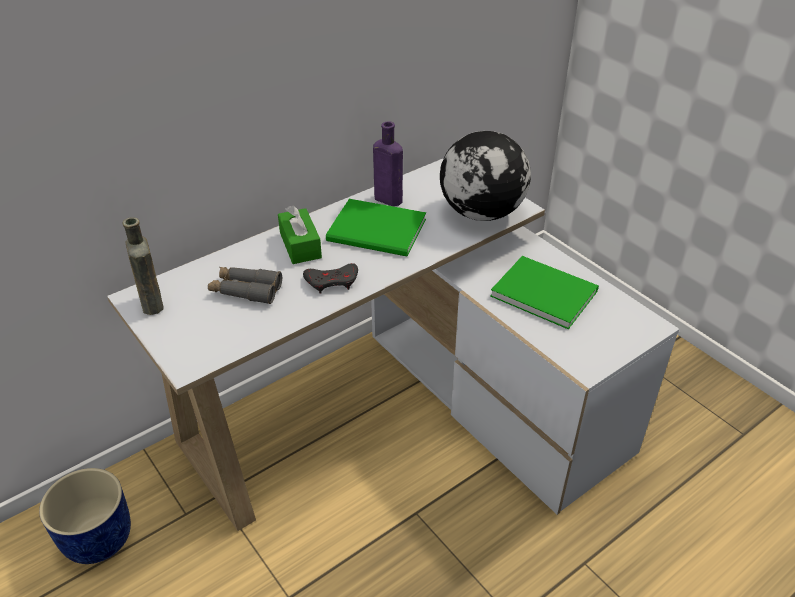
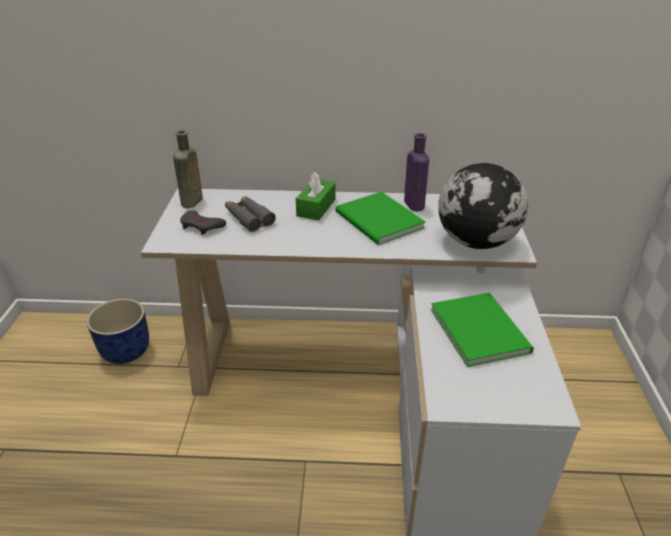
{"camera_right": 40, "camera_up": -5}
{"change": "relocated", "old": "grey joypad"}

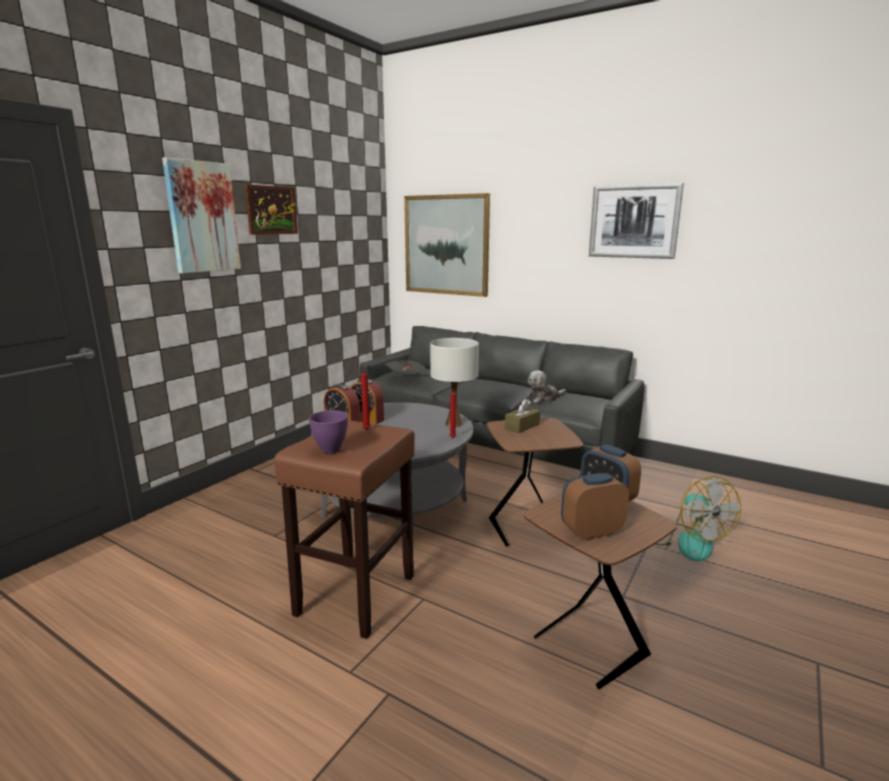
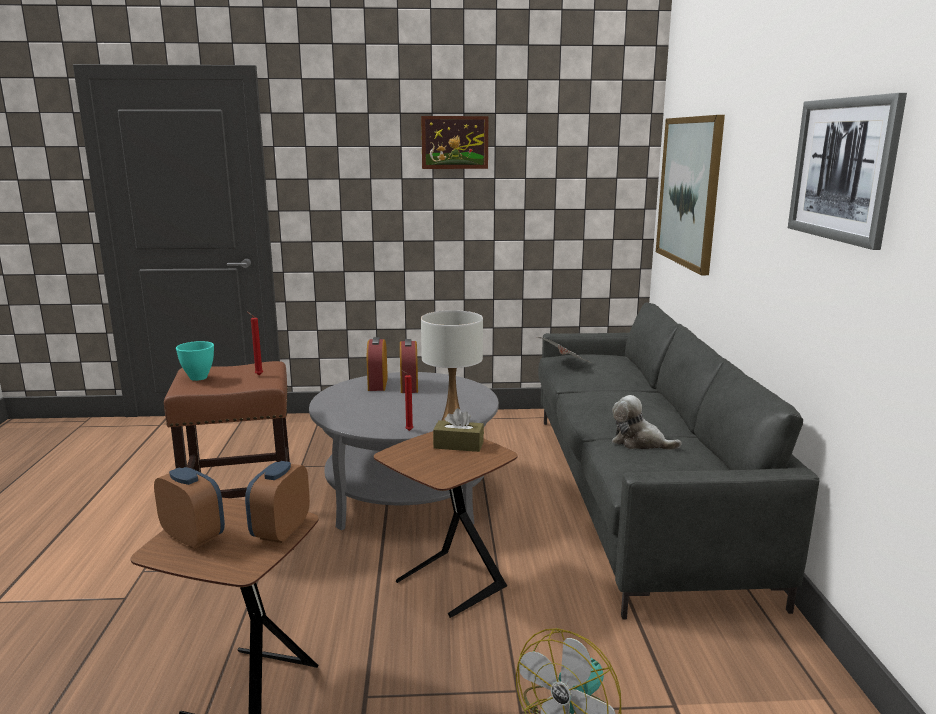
{"camera_right": 55, "camera_up": 0}
{"change": "missing", "old": "wall art (no. 1 from left)"}
{"change": "colour", "old": "purple-coloured serving bowl", "new": "blue-green serving bowl"}

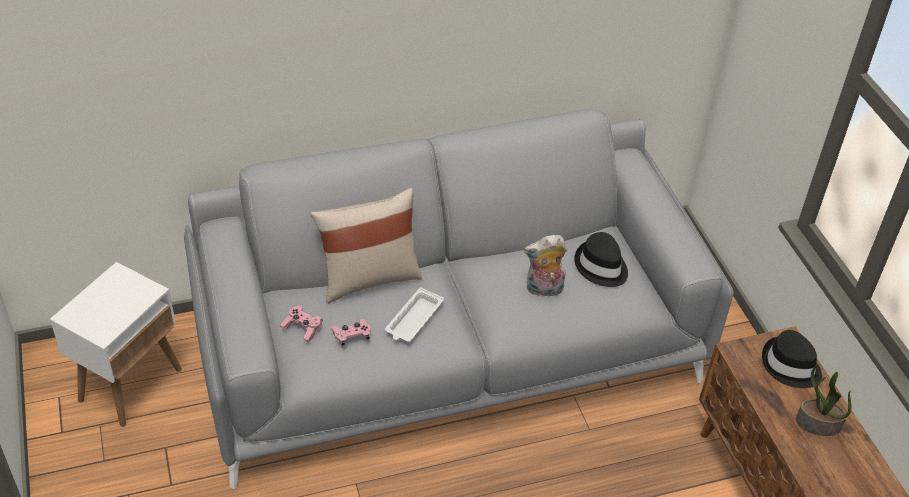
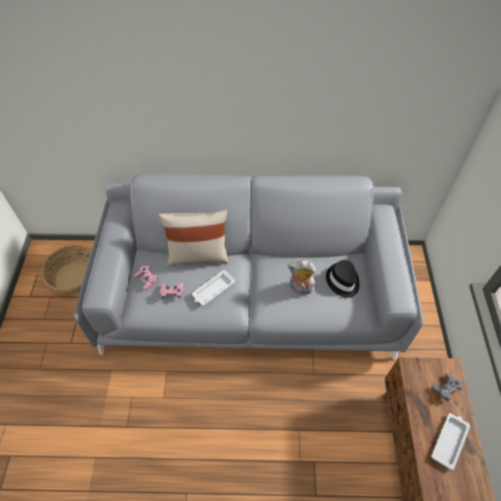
{"camera_right": 20, "camera_up": 10}
{"change": "exchanged", "old": "white side table", "new": "storage basket"}
{"change": "exchanged", "old": "black hat (no. 2 from left)", "new": "grey joypad"}
{"change": "exchanged", "old": "potted plant", "new": "white carrying tray (no. 2 from left)"}

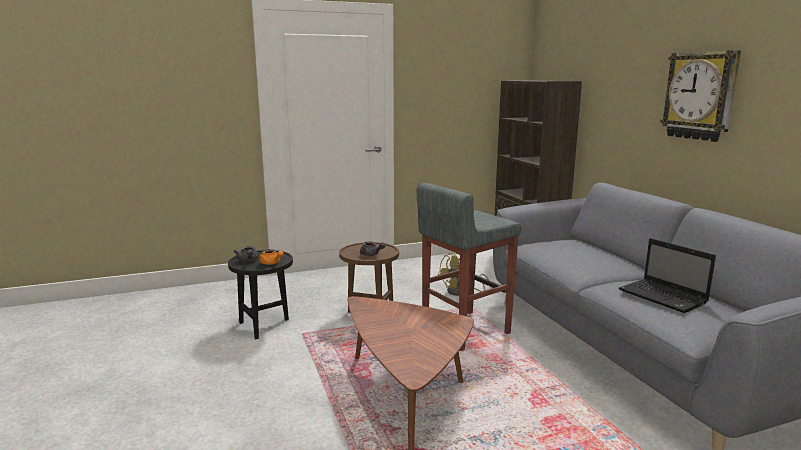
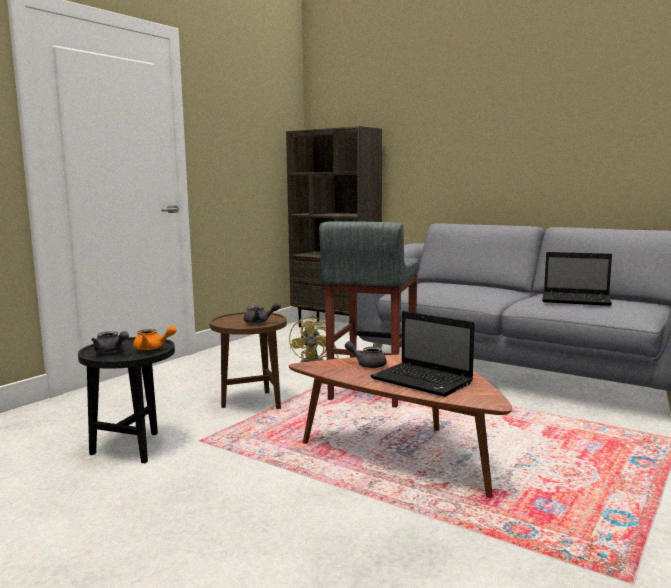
{"camera_right": -35, "camera_up": -5}
{"change": "missing", "old": "hanging clock"}
{"change": "appeared", "new": "notebook computer (no. 1 from left)"}
{"change": "appeared", "new": "grey tea pot (no. 3 from left)"}

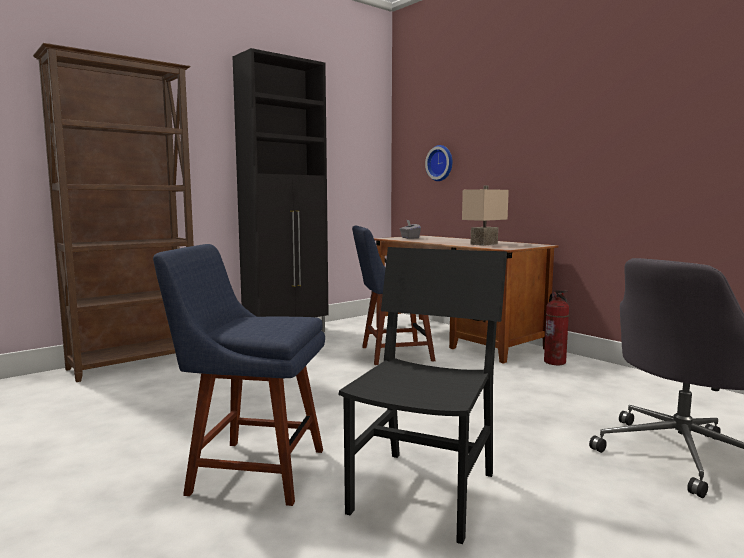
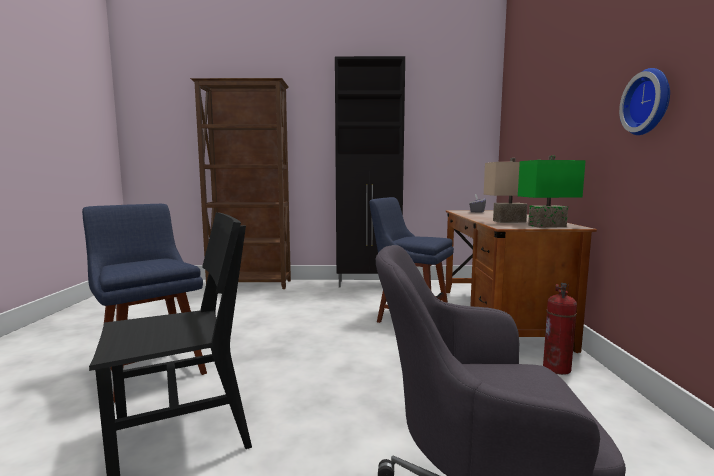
{"camera_right": 40, "camera_up": 0}
{"change": "relocated", "old": "hanging clock"}
{"change": "appeared", "new": "greenish lamp for a table"}

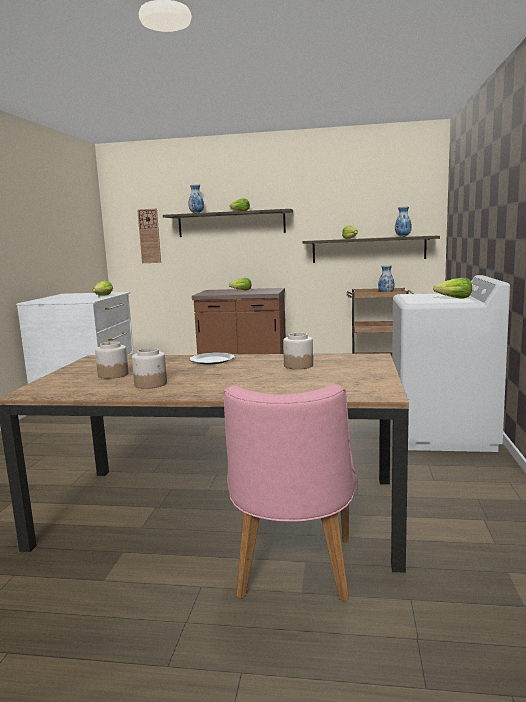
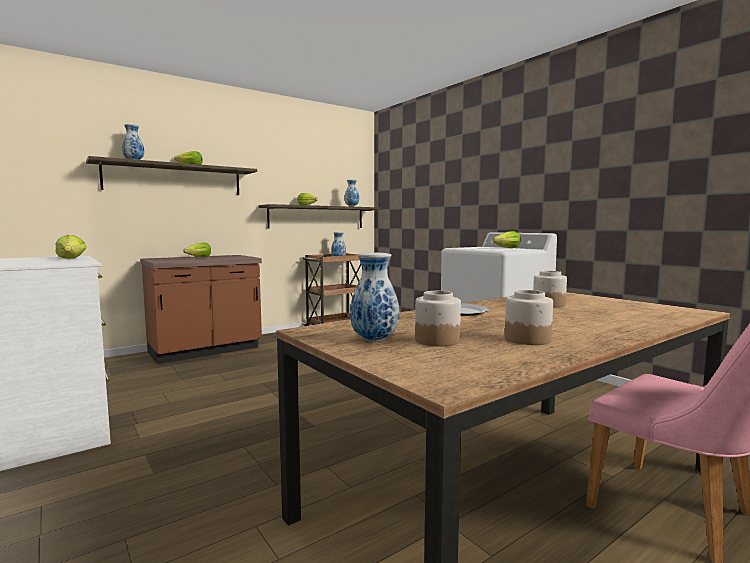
{"camera_right": -45, "camera_up": -5}
{"change": "missing", "old": "hanging clock"}
{"change": "appeared", "new": "decorative vase (no. 4 from left)"}

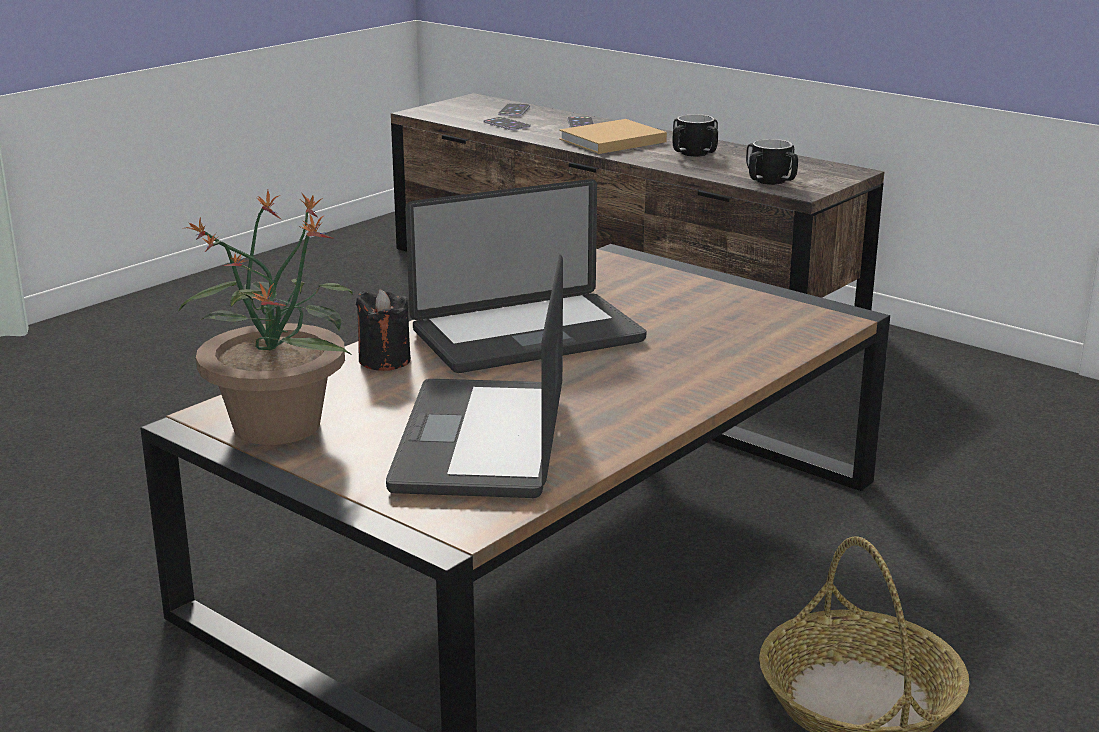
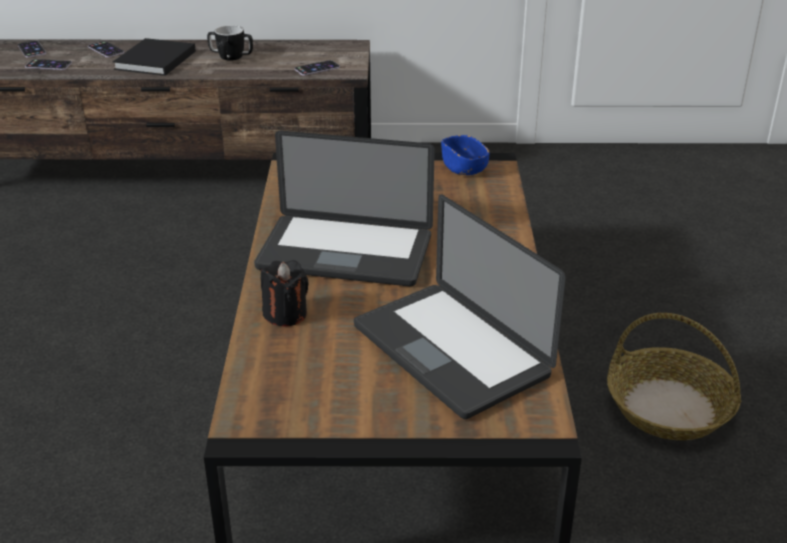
{"camera_right": -40, "camera_up": 10}
{"change": "colour", "old": "beige bound book", "new": "black bound book"}
{"change": "exchanged", "old": "tea mug (no. 2 from left)", "new": "phone (no. 4 from left)"}
{"change": "spun", "old": "notebook computer (no. 2 from left in the first image)", "degrees": 75}
{"change": "missing", "old": "potted plant"}
{"change": "appeared", "new": "blue serving bowl"}

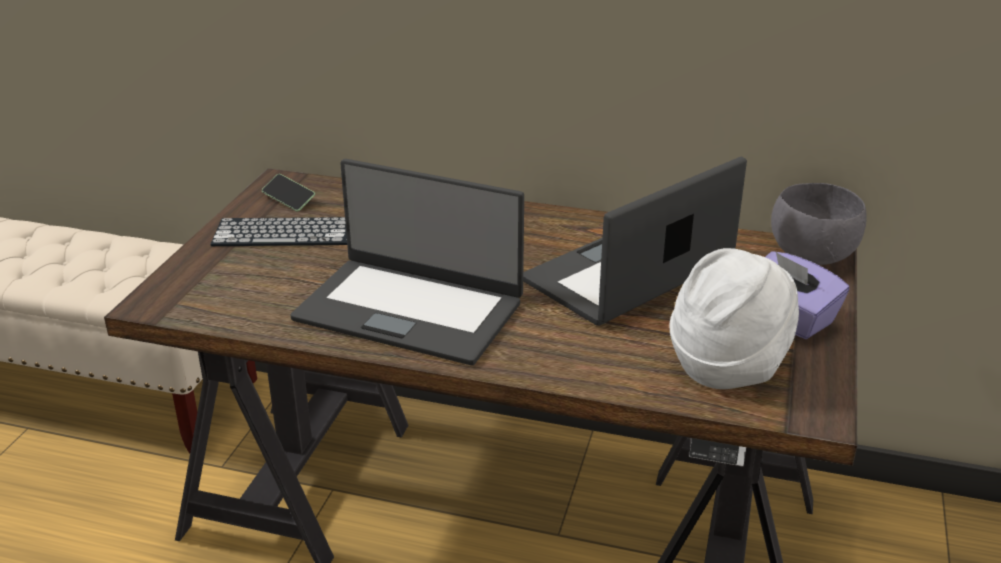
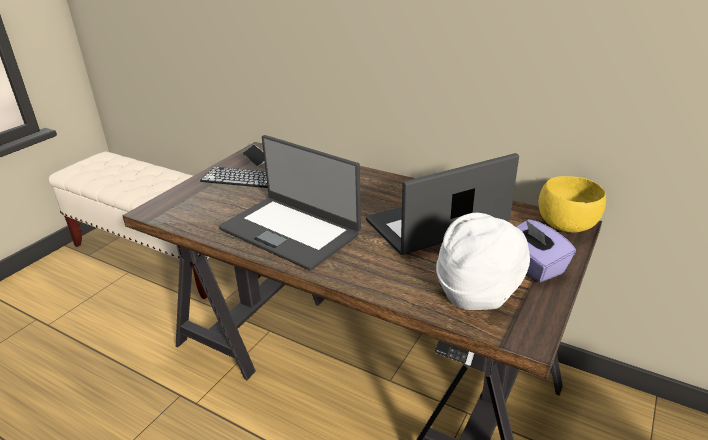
{"camera_right": 15, "camera_up": 0}
{"change": "colour", "old": "grey serving bowl", "new": "yellow-coloured serving bowl"}

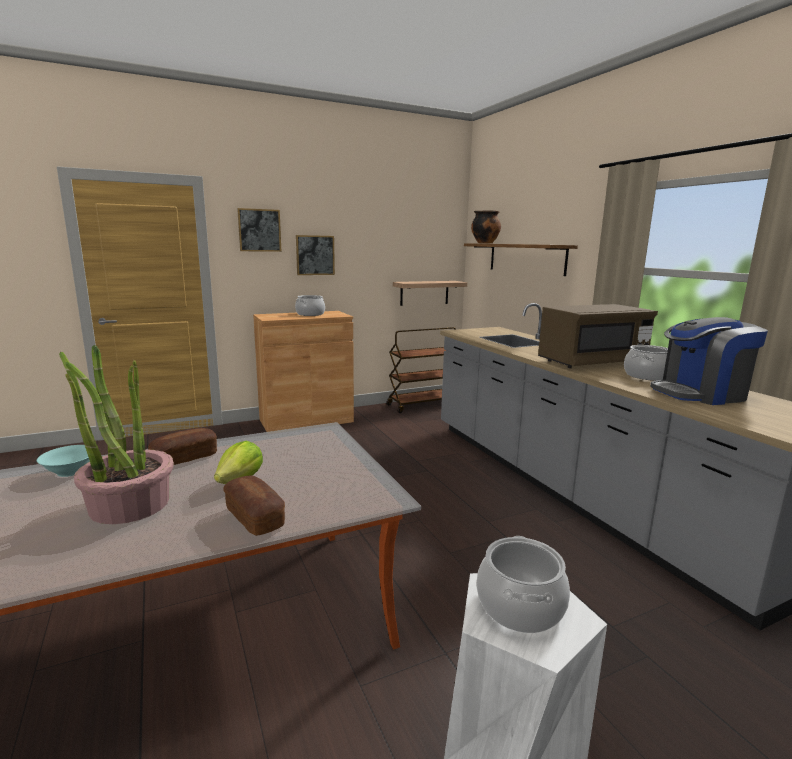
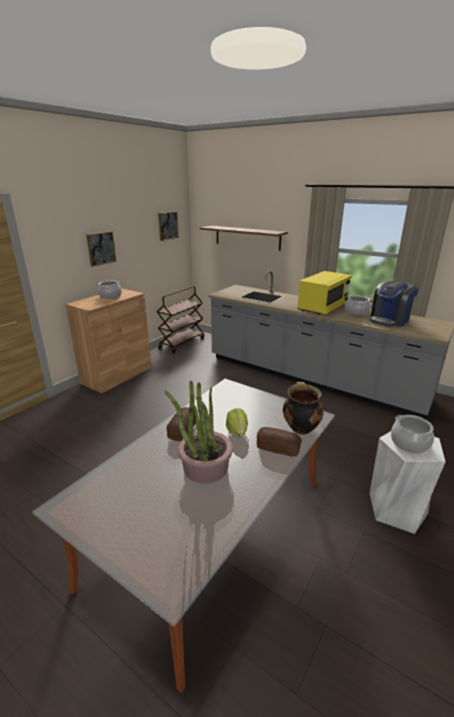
{"camera_right": -30, "camera_up": 10}
{"change": "relocated", "old": "wall art (no. 1 from left in the first image)", "new": "wall art (no. 2 from left)"}
{"change": "relocated", "old": "saucepot (no. 2 from left)"}
{"change": "missing", "old": "shelf (no. 1 from left)"}
{"change": "colour", "old": "brown microwave", "new": "yellow-coloured microwave"}
{"change": "missing", "old": "blue-green serving bowl"}

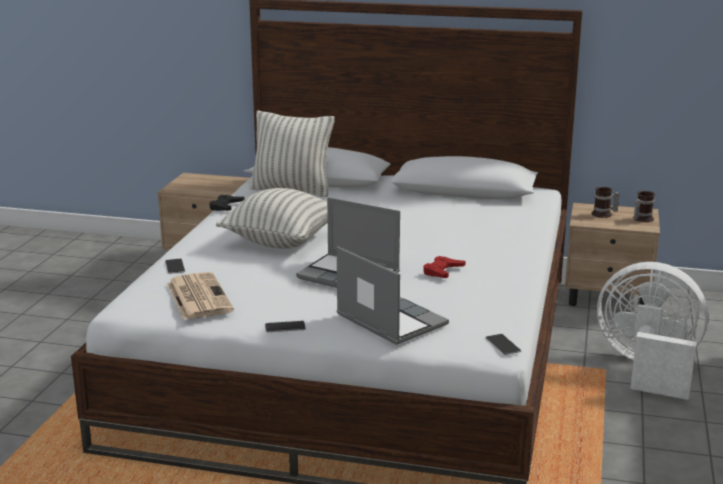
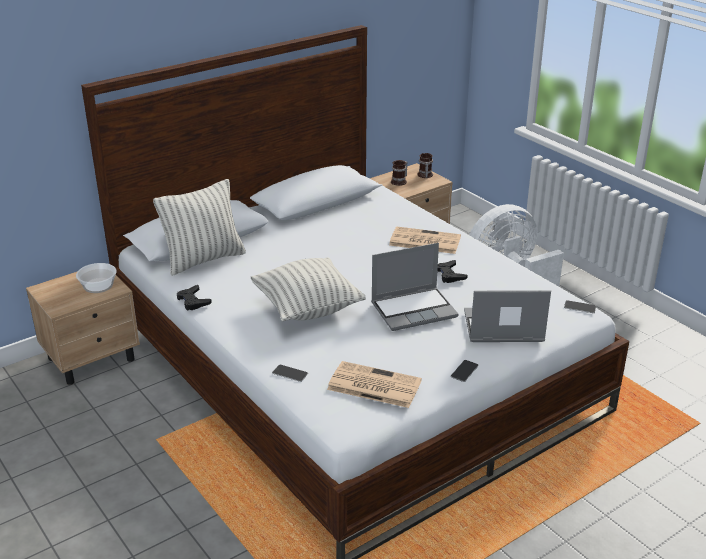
{"camera_right": -50, "camera_up": 10}
{"change": "colour", "old": "red-coloured joypad", "new": "black joypad (no. 2 from left)"}
{"change": "appeared", "new": "printed paper (no. 2 from left)"}
{"change": "appeared", "new": "serving bowl"}

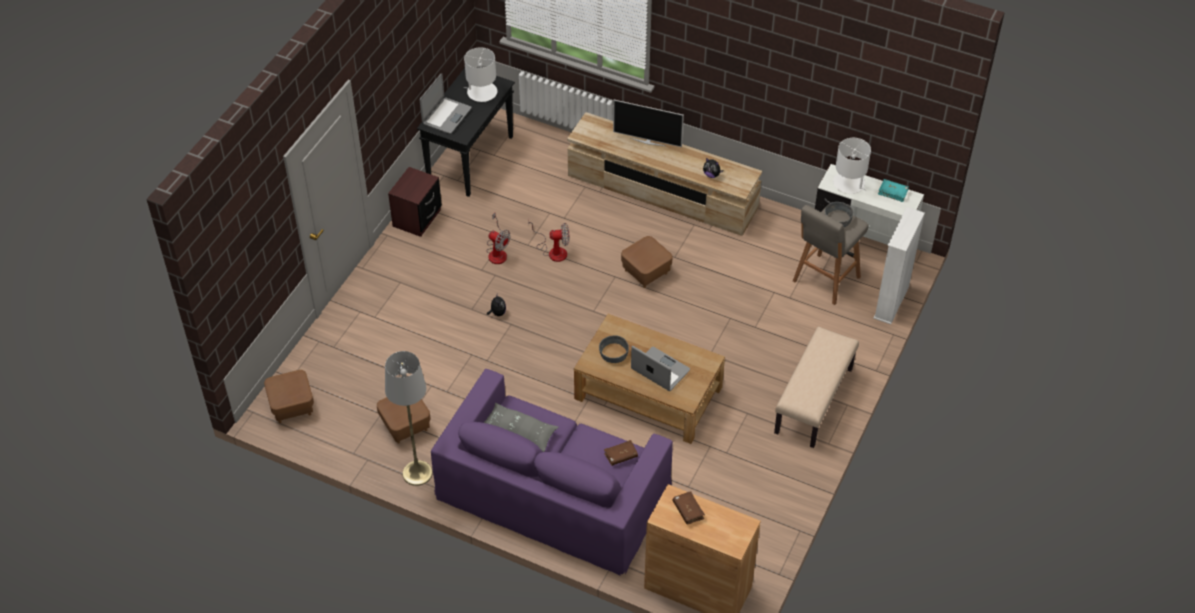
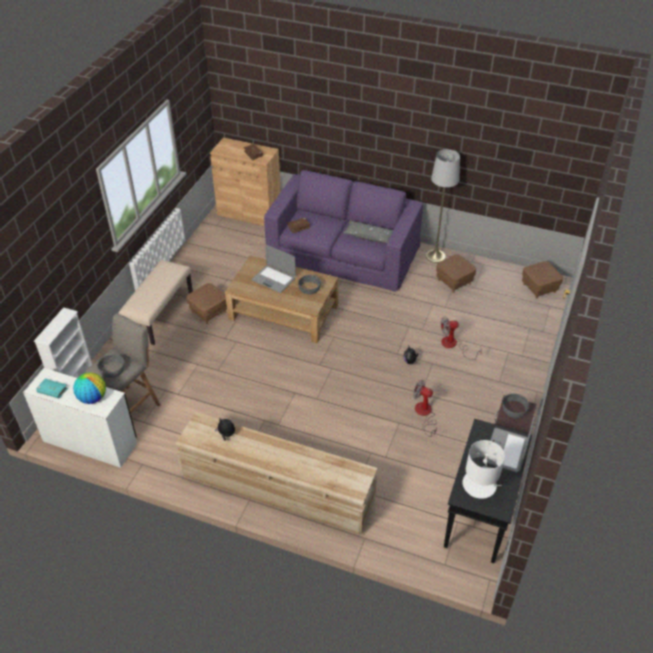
{"camera_right": 175, "camera_up": -5}
{"change": "missing", "old": "TV set"}
{"change": "exchanged", "old": "white lamp for a table (no. 2 from left)", "new": "globe"}
{"change": "relocated", "old": "fan (no. 2 from left)"}
{"change": "relocated", "old": "brown footrest (no. 3 from left in the first image)", "new": "brown footrest (no. 1 from left)"}
{"change": "appeared", "new": "grey serving bowl (no. 3 from left)"}

